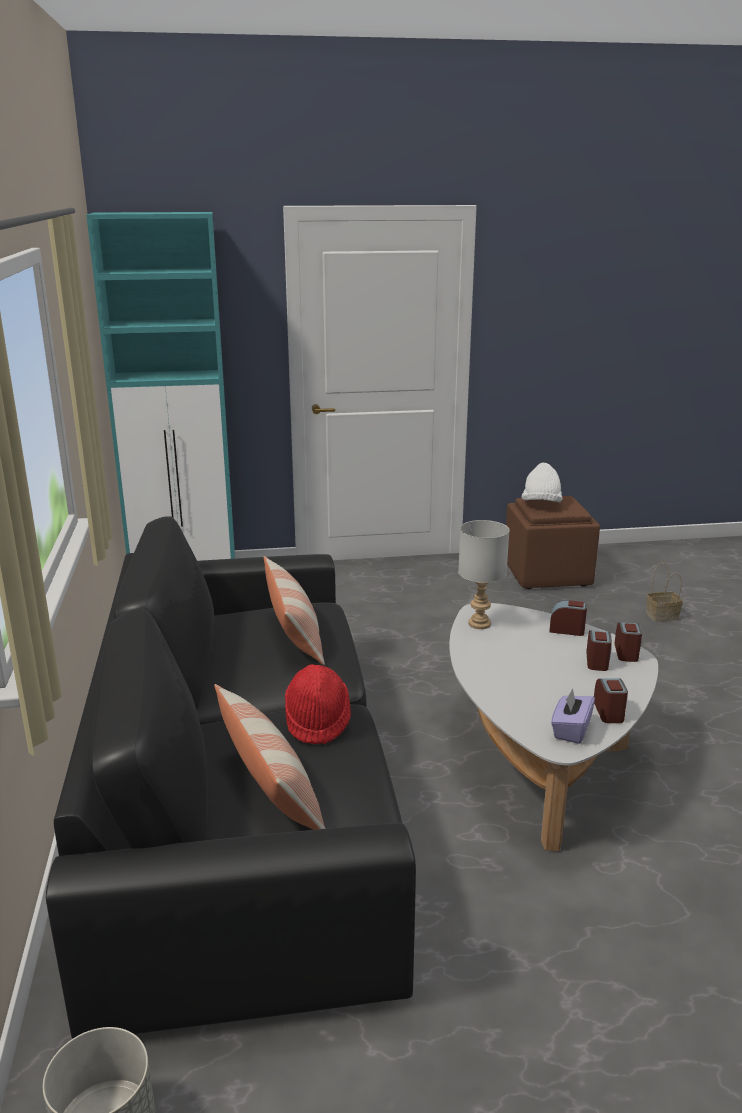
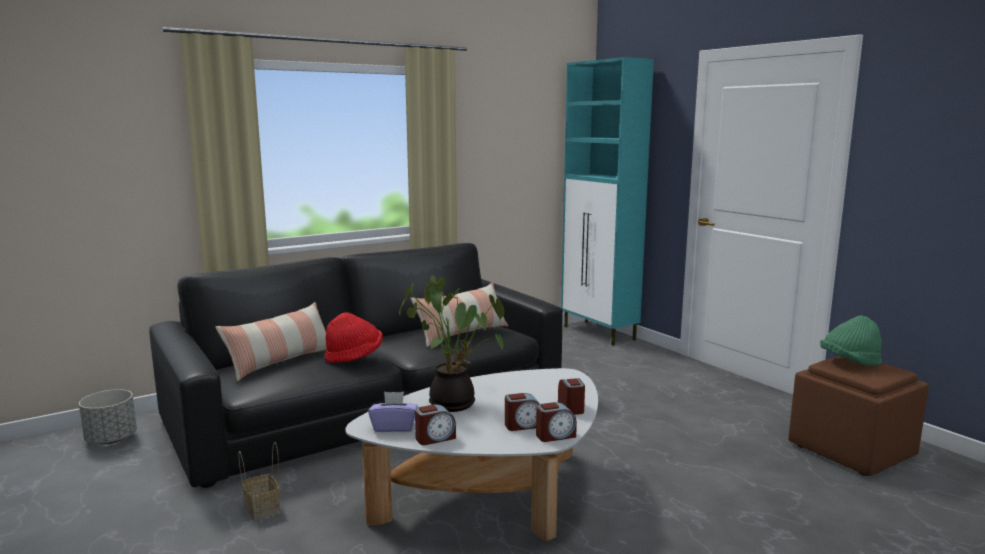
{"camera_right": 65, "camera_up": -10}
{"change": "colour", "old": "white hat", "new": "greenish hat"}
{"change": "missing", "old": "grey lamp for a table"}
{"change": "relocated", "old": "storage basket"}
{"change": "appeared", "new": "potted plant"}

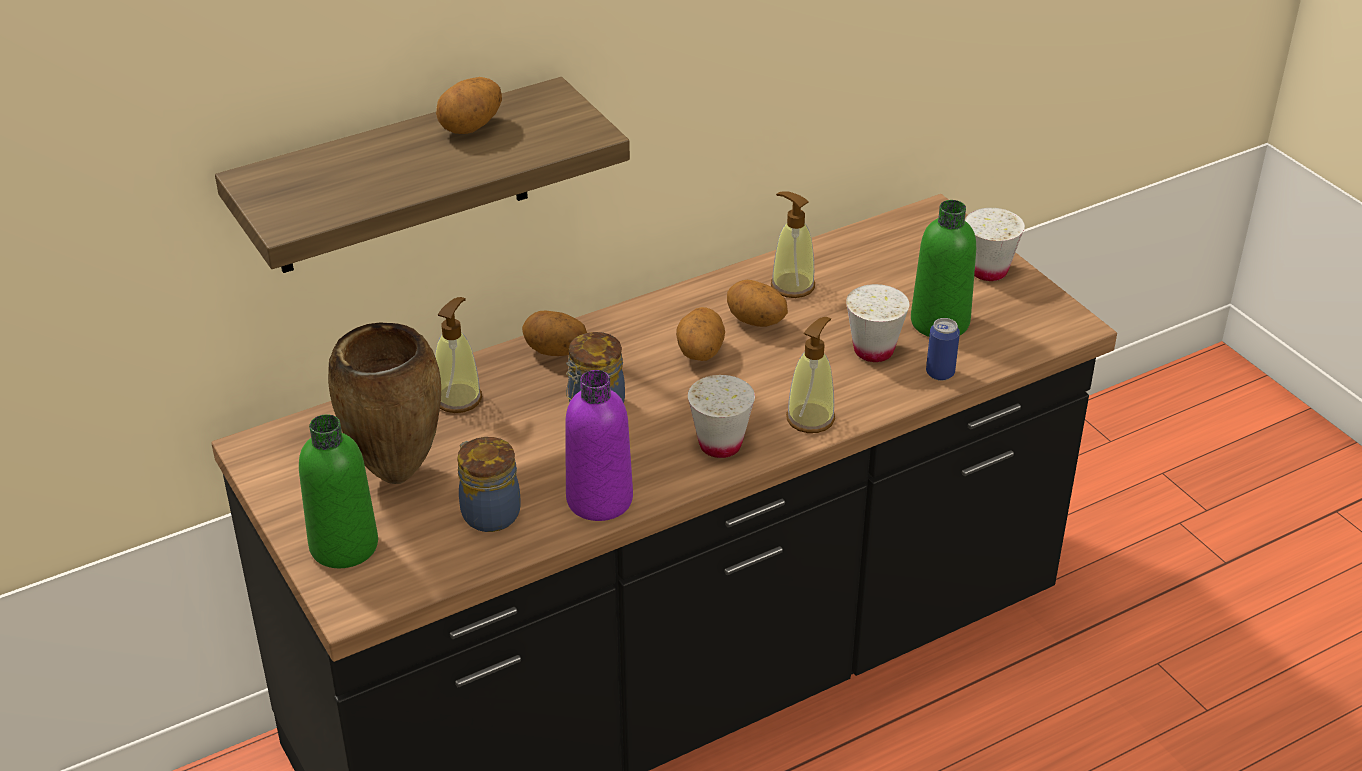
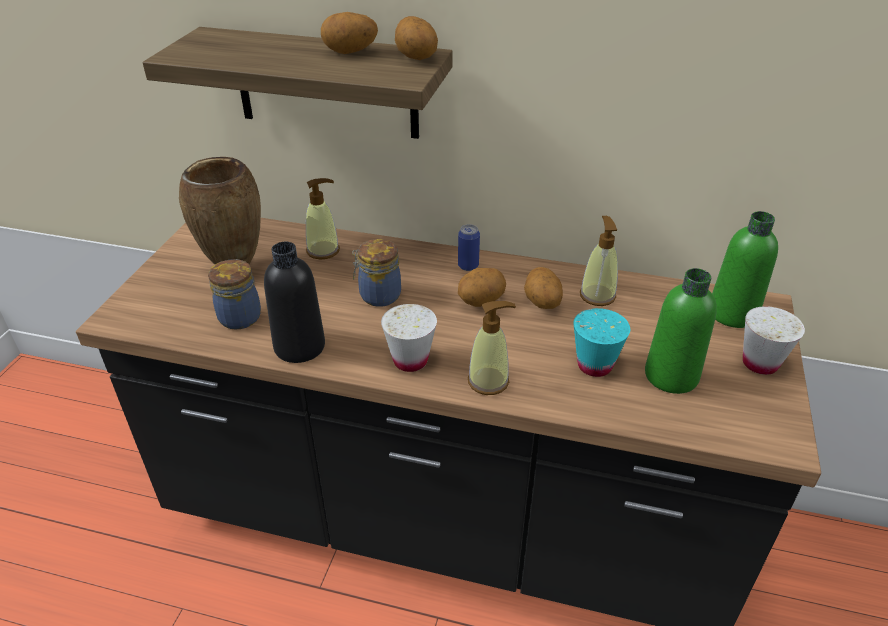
{"camera_right": 45, "camera_up": 0}
{"change": "colour", "old": "white cup (no. 2 from left)", "new": "blue-green cup"}
{"change": "relocated", "old": "potato (no. 2 from left)"}
{"change": "relocated", "old": "can"}
{"change": "colour", "old": "purple-coloured drink bottle", "new": "black drink bottle"}
{"change": "relocated", "old": "greenish drink bottle (no. 1 from left in the first image)", "new": "greenish drink bottle (no. 2 from left)"}

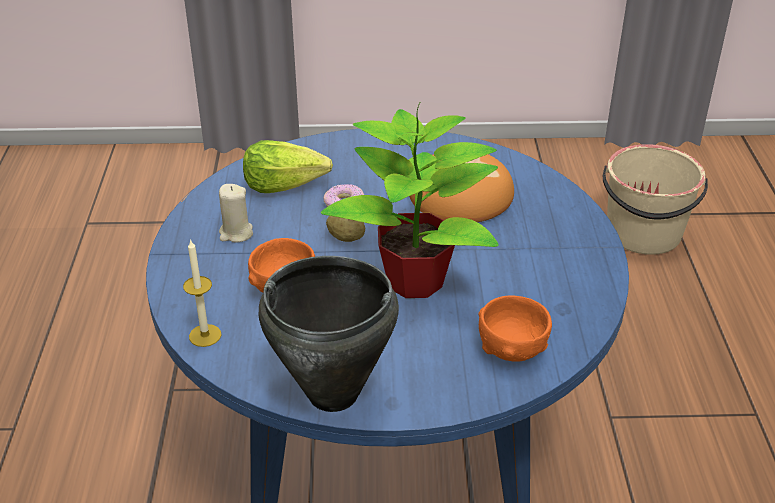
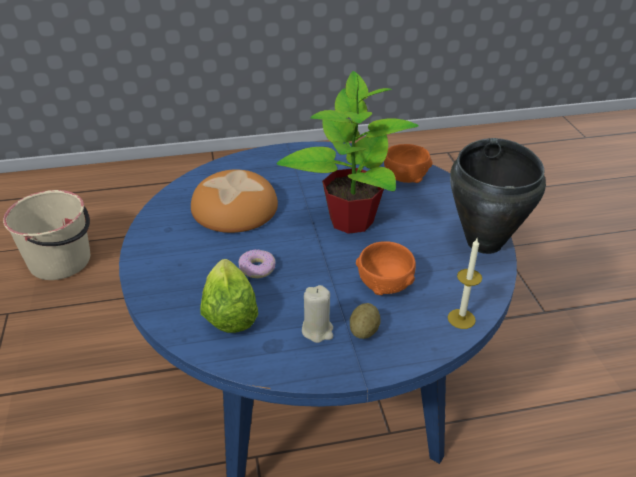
{"camera_right": -100, "camera_up": 0}
{"change": "relocated", "old": "potato"}

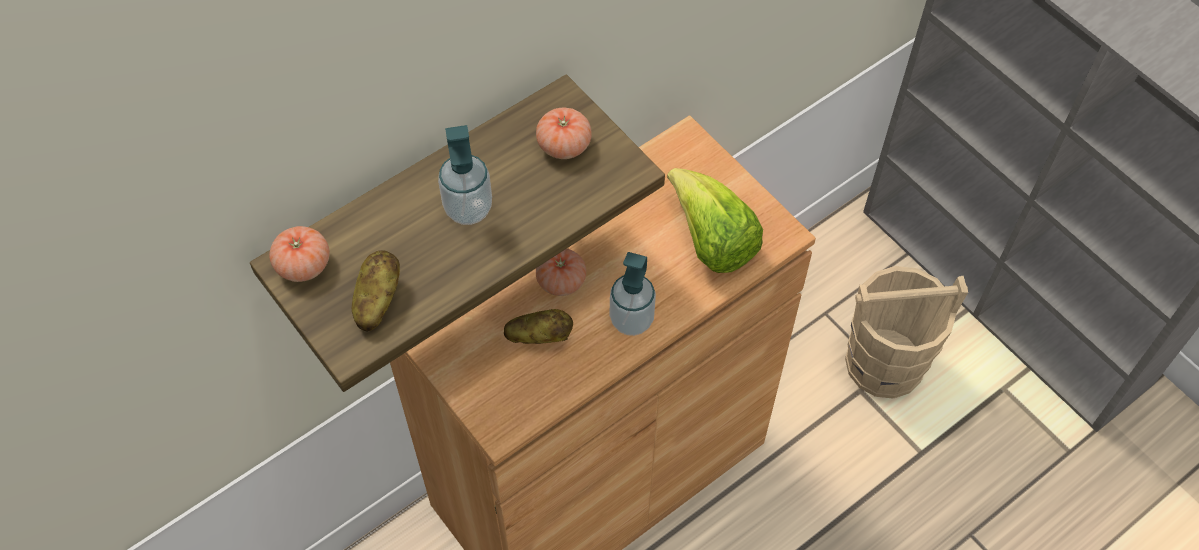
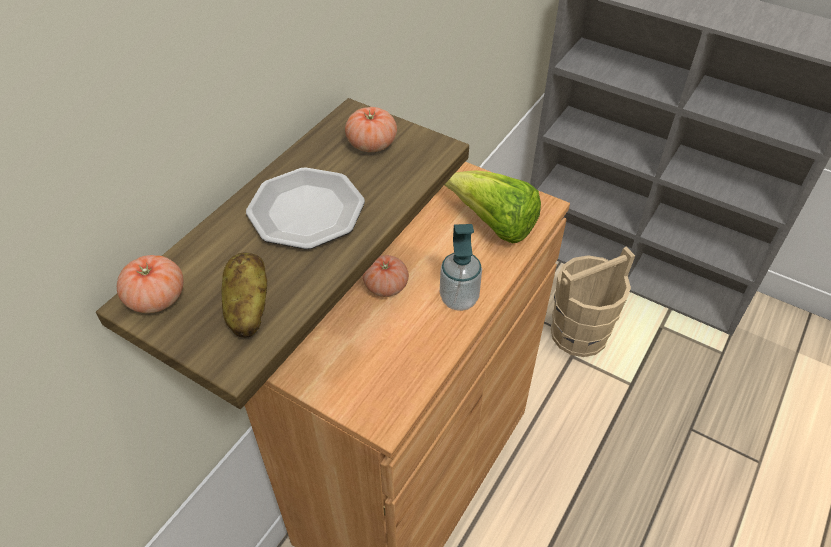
{"camera_right": -20, "camera_up": -10}
{"change": "exchanged", "old": "liquid soap bottle (no. 1 from left)", "new": "flat dish"}
{"change": "missing", "old": "potato (no. 2 from left)"}

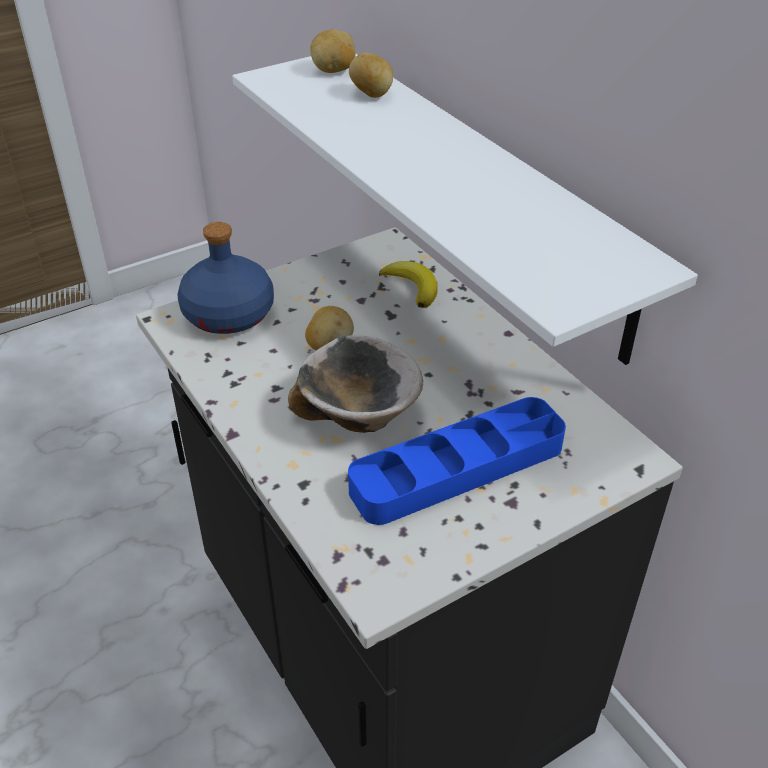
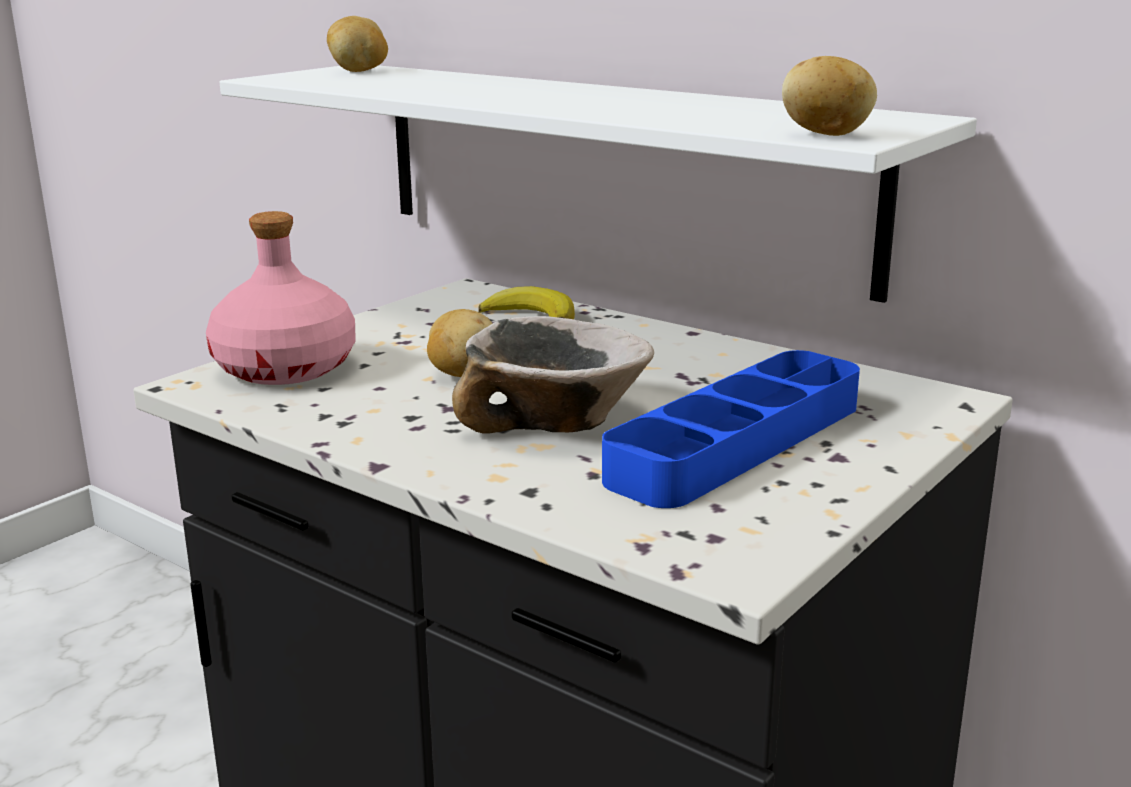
{"camera_right": -20, "camera_up": -20}
{"change": "relocated", "old": "potato (no. 3 from left)"}
{"change": "colour", "old": "blue drink bottle", "new": "pink drink bottle"}

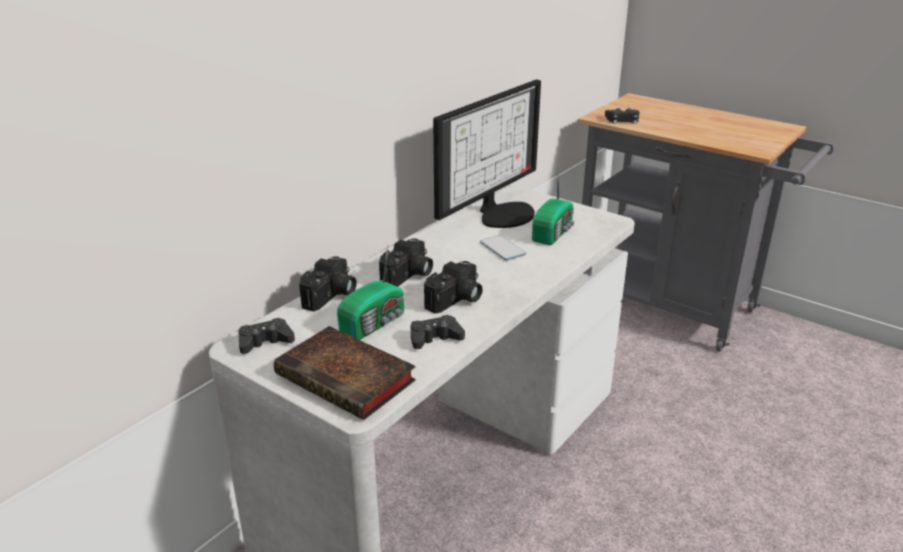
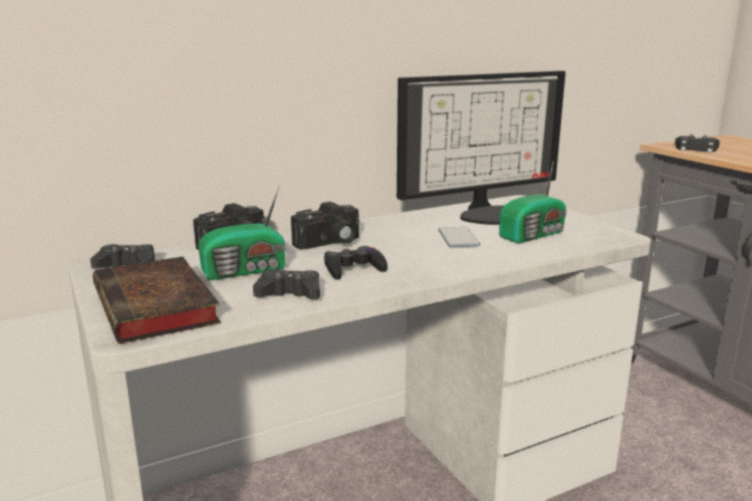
{"camera_right": 25, "camera_up": -10}
{"change": "exchanged", "old": "photo camera (no. 3 from left)", "new": "black joypad (no. 3 from left)"}

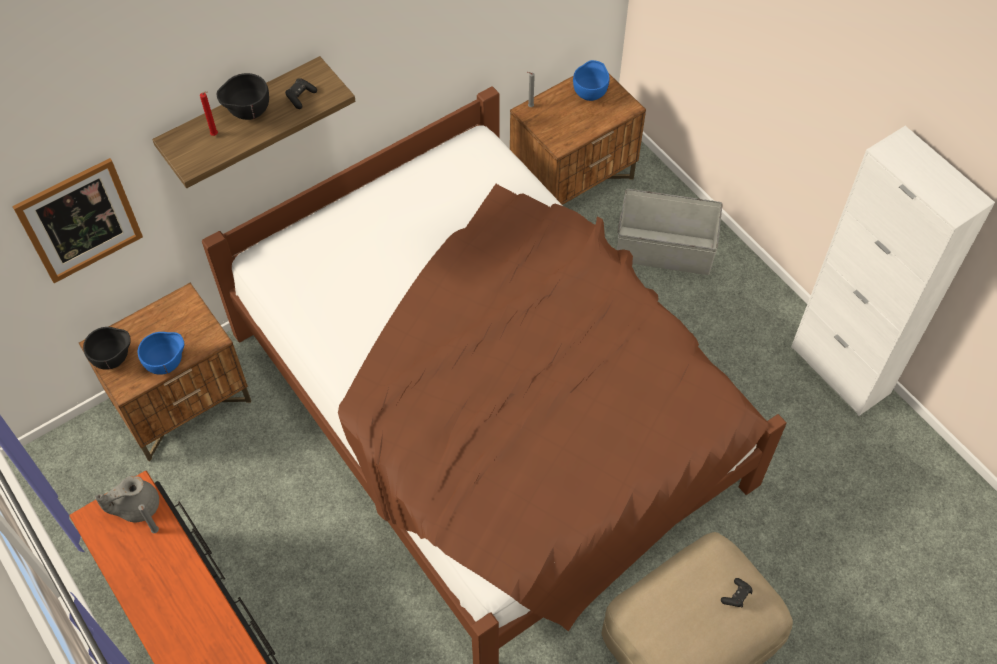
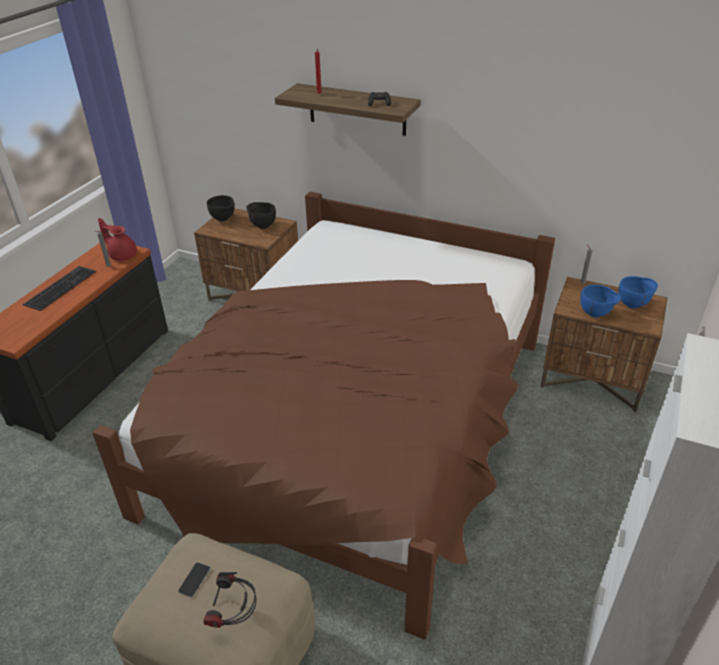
{"camera_right": 60, "camera_up": -20}
{"change": "relocated", "old": "black serving bowl (no. 2 from left)"}
{"change": "missing", "old": "wall art"}
{"change": "missing", "old": "grey storage box"}
{"change": "relocated", "old": "blue serving bowl (no. 1 from left)"}
{"change": "colour", "old": "grey tea pot", "new": "red-coloured tea pot"}
{"change": "exchanged", "old": "black joypad (no. 2 from left)", "new": "pair of headphones"}
{"change": "appeared", "new": "computer keyboard"}
{"change": "appeared", "new": "phone"}

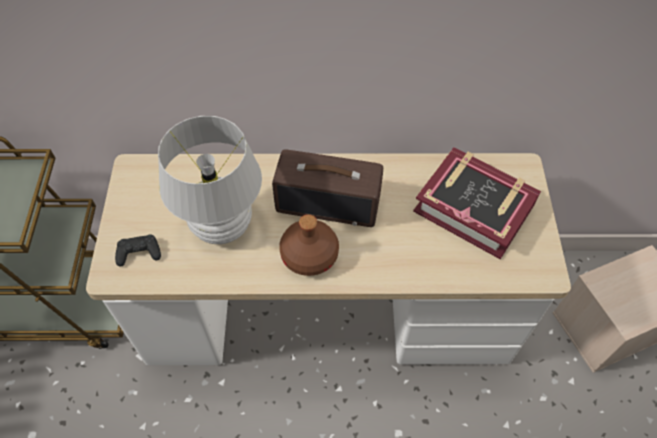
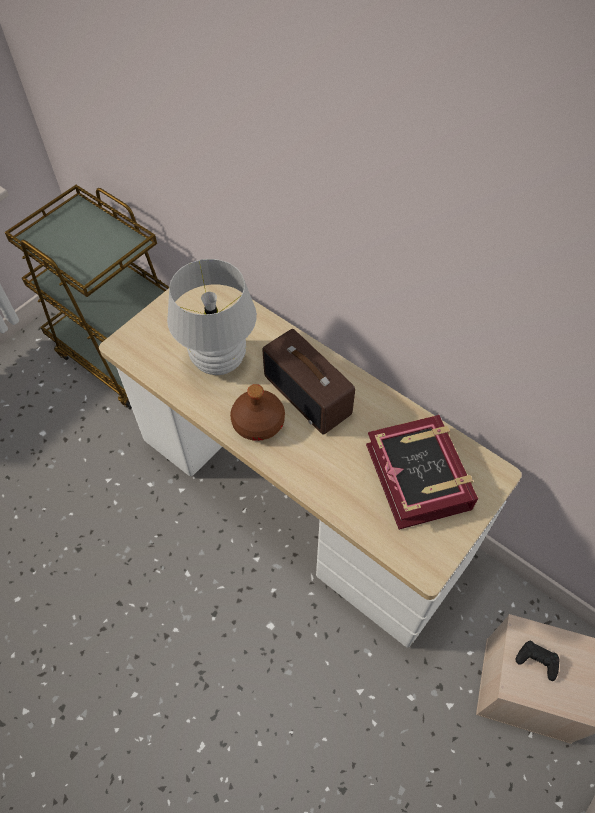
{"camera_right": 40, "camera_up": 0}
{"change": "relocated", "old": "black joypad"}

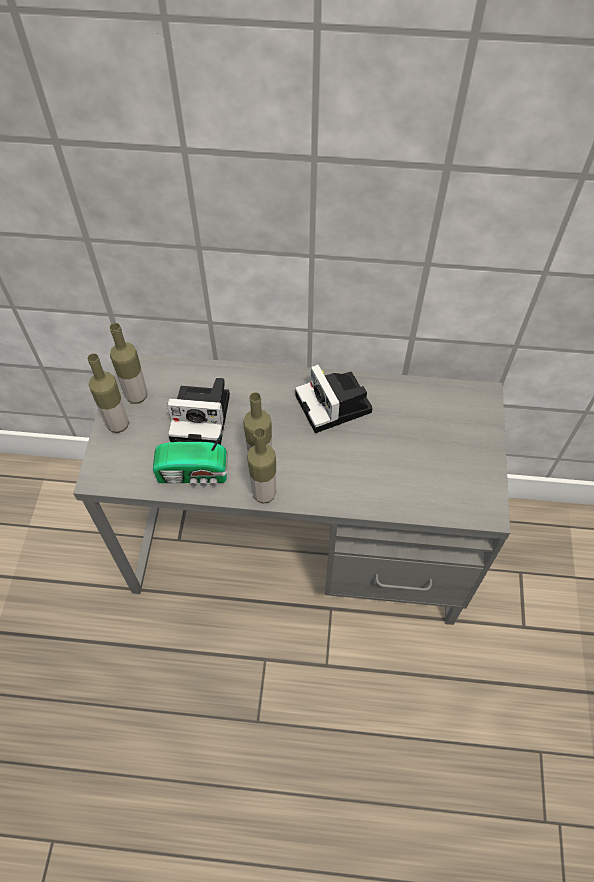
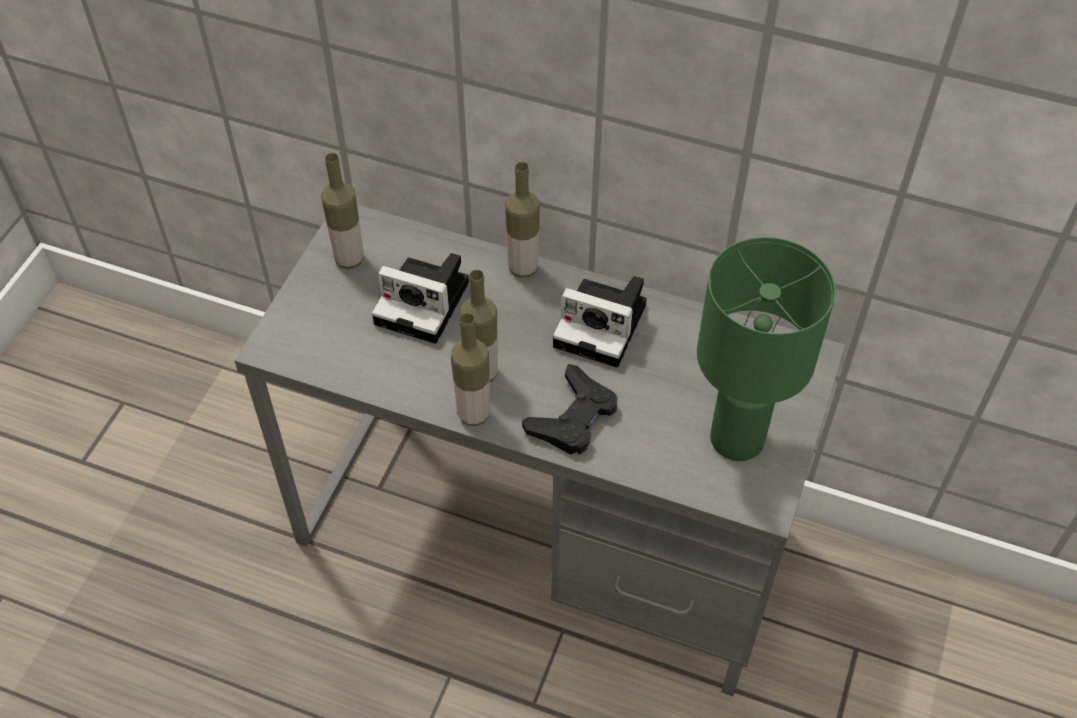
{"camera_right": 15, "camera_up": -5}
{"change": "relocated", "old": "drink bottle (no. 1 from left in the first image)", "new": "drink bottle (no. 4 from left)"}
{"change": "spun", "old": "photo camera (no. 2 from left)", "degrees": -60}
{"change": "missing", "old": "radio receiver"}
{"change": "appeared", "new": "greenish lamp for a table"}
{"change": "appeared", "new": "black joypad"}

